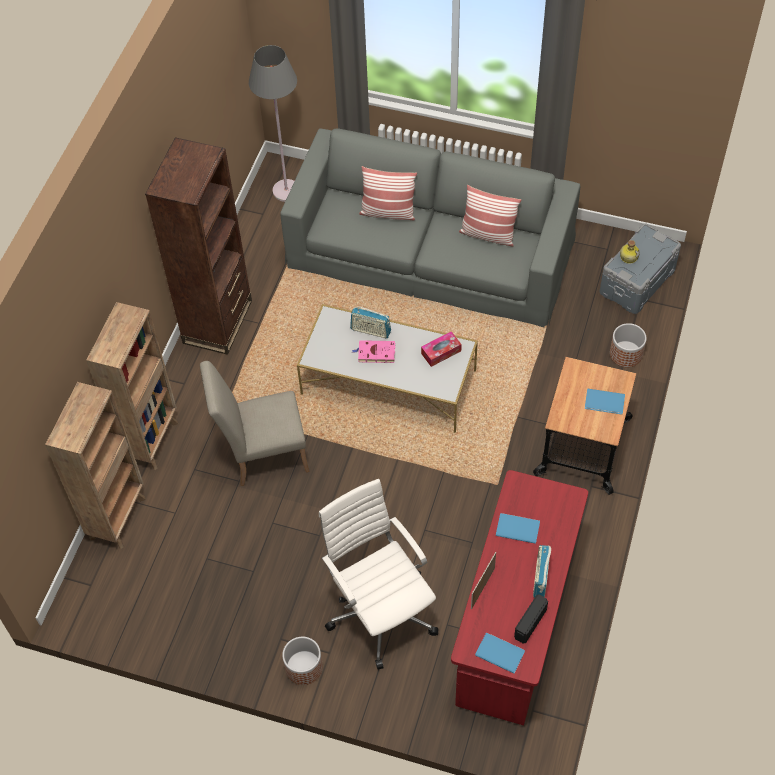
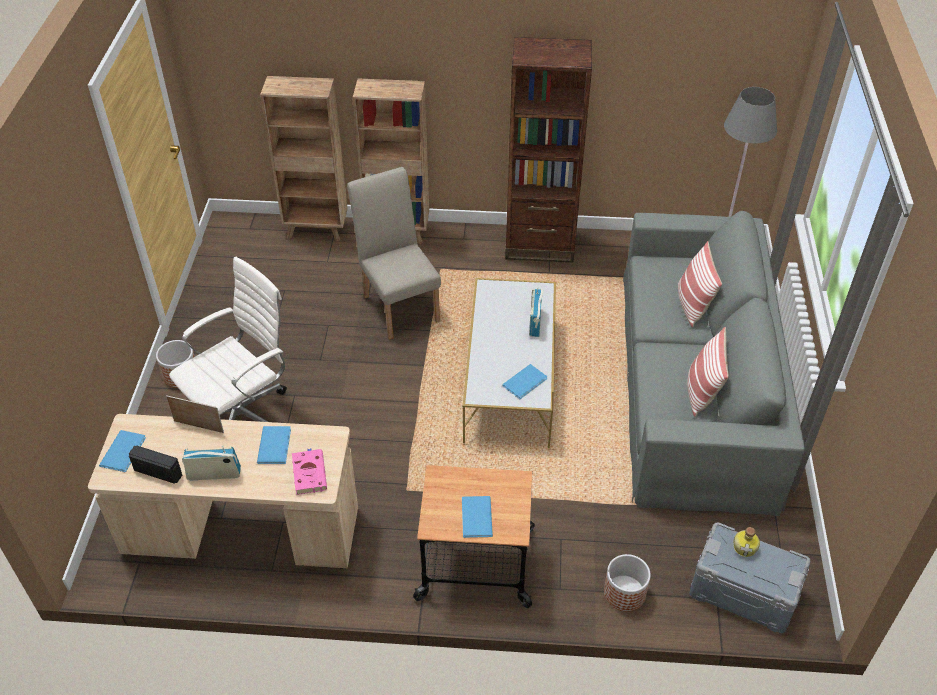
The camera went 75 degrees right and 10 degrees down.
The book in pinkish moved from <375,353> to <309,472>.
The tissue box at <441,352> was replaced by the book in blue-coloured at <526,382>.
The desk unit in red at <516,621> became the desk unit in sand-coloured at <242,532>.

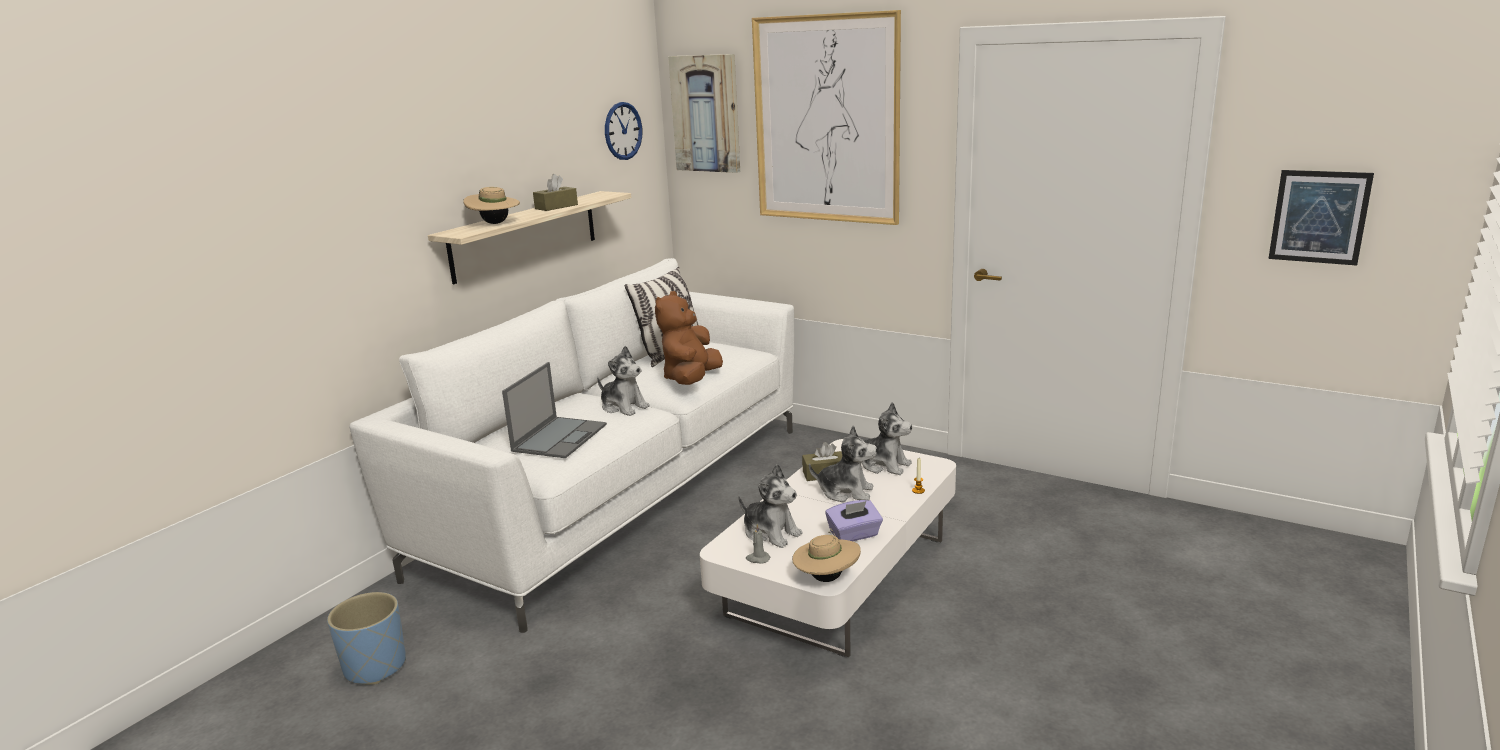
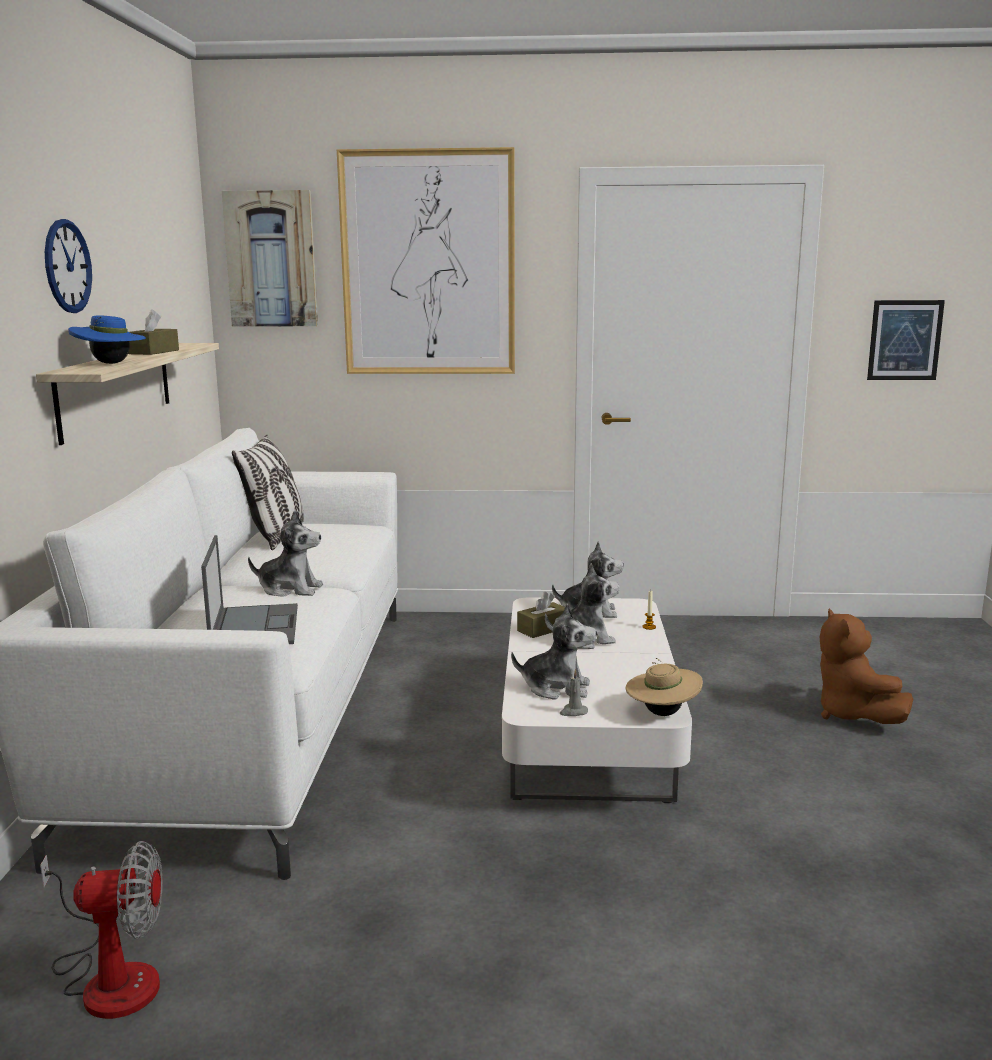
The camera went 30 degrees left and 5 degrees down.
The tissue box in purple-coloured at <854,535> disappeared.
The clock on the wall moved from <623,131> to <67,266>.
The soft toy in brownish moved from <691,379> to <852,715>.
The flower pot in blue-coloured at <375,666> was replaced by the cooling fan at <110,977>.
The hat in sand-coloured at <495,223> became the hat in blue-coloured at <111,363>.

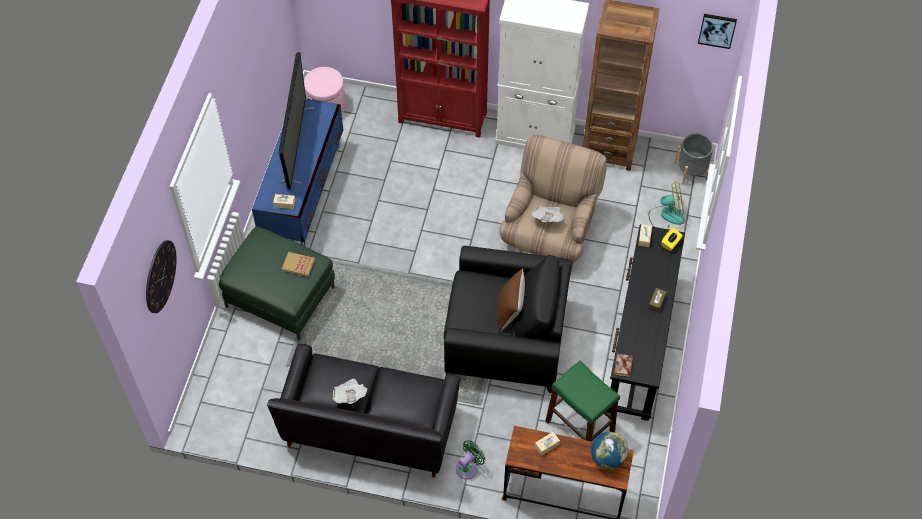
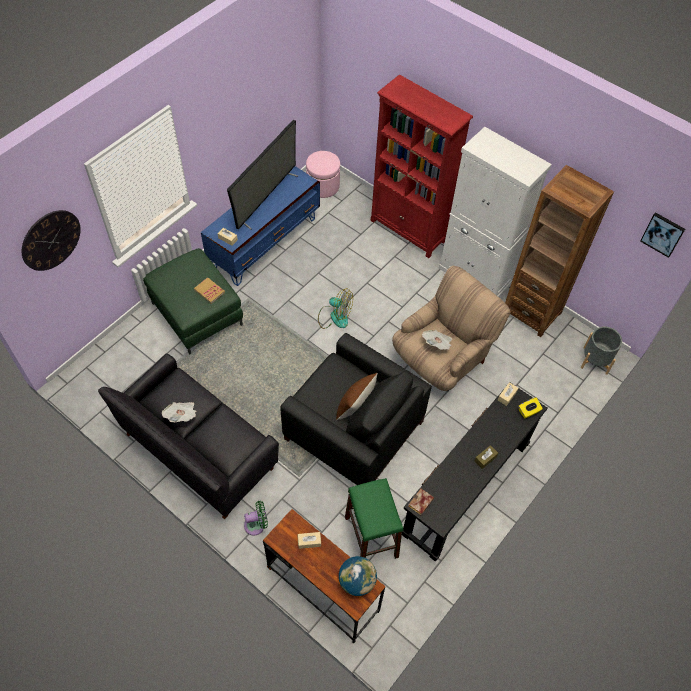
The camera went 25 degrees right and 0 degrees up.
The cooling fan moved from <666,216> to <334,316>.

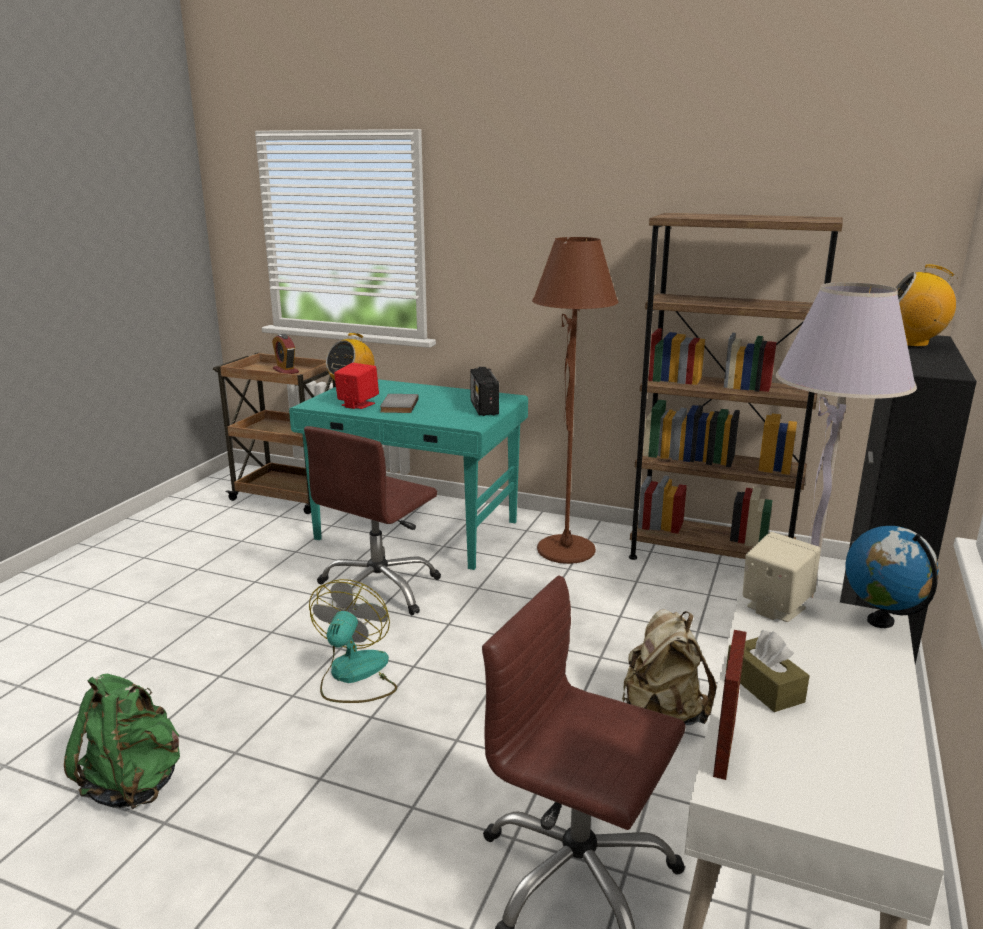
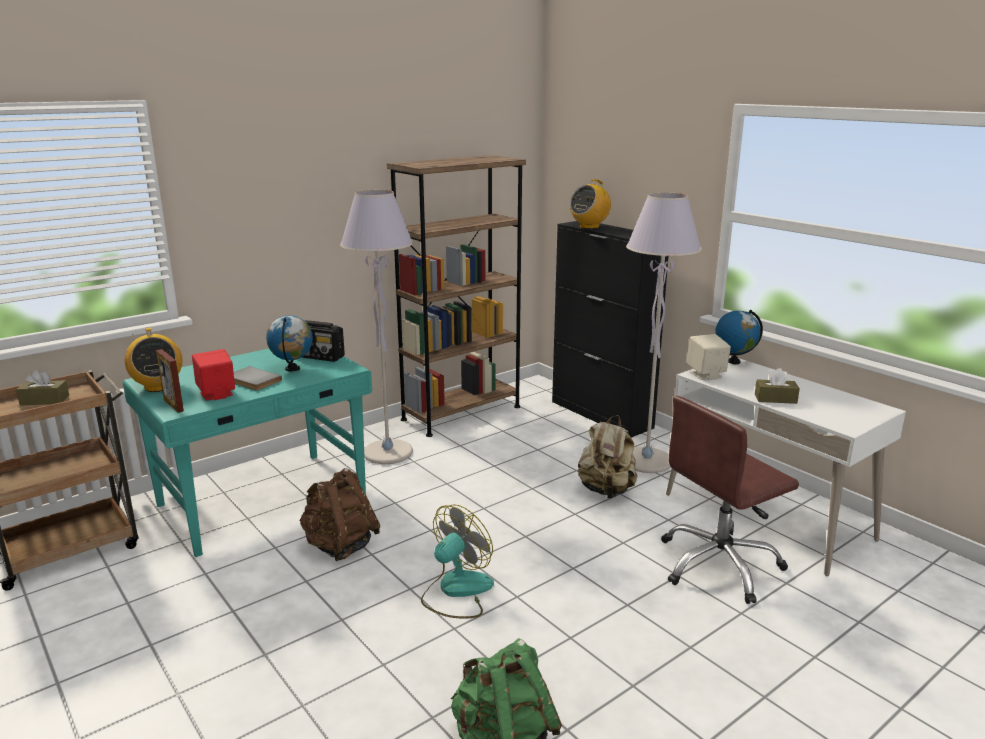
The camera went 60 degrees left and 0 degrees up.
The globe at <293,369> appeared.
The photo frame moved from <724,749> to <173,405>.
The table clock at <285,371> was replaced by the tissue box in brownish at <44,400>.
The computer chair in brownish at <379,590> was replaced by the knapsack in brownish at <340,546>.
The floor lamp in brownish at <566,551> became the floor lamp in grey at <388,453>.
The cooling fan at <354,676> turned 90 degrees clockwise.

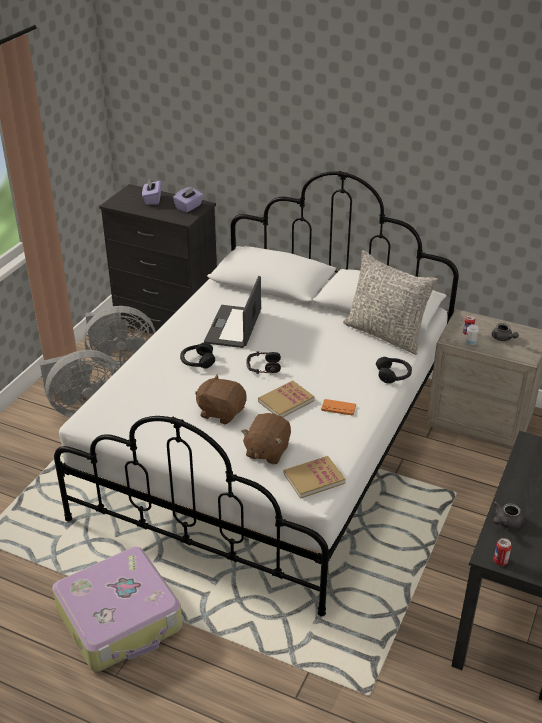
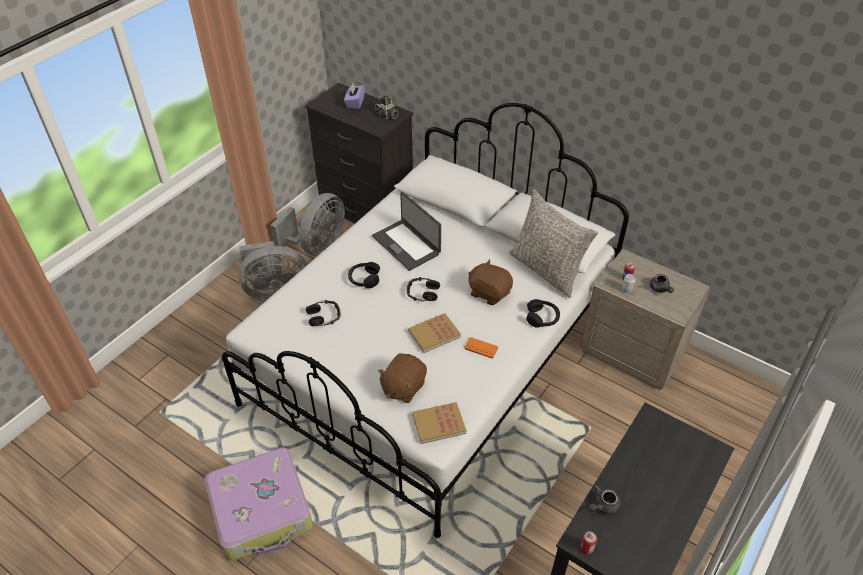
The camera went 10 degrees right and 10 degrees up.
The headset at <324,316> appeared.
The soft toy in brownish moved from <221,412> to <489,292>.
The tissue box in purple-coloured at <189,207> was replaced by the still camera at <387,115>.
The cooling fan in grey at <120,362> turned 60 degrees counterclockwise.
The notebook computer at <234,327> turned 60 degrees counterclockwise.

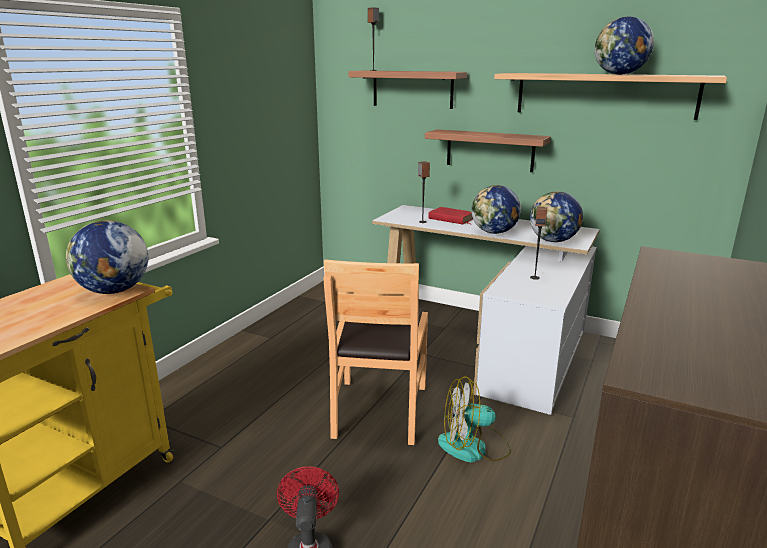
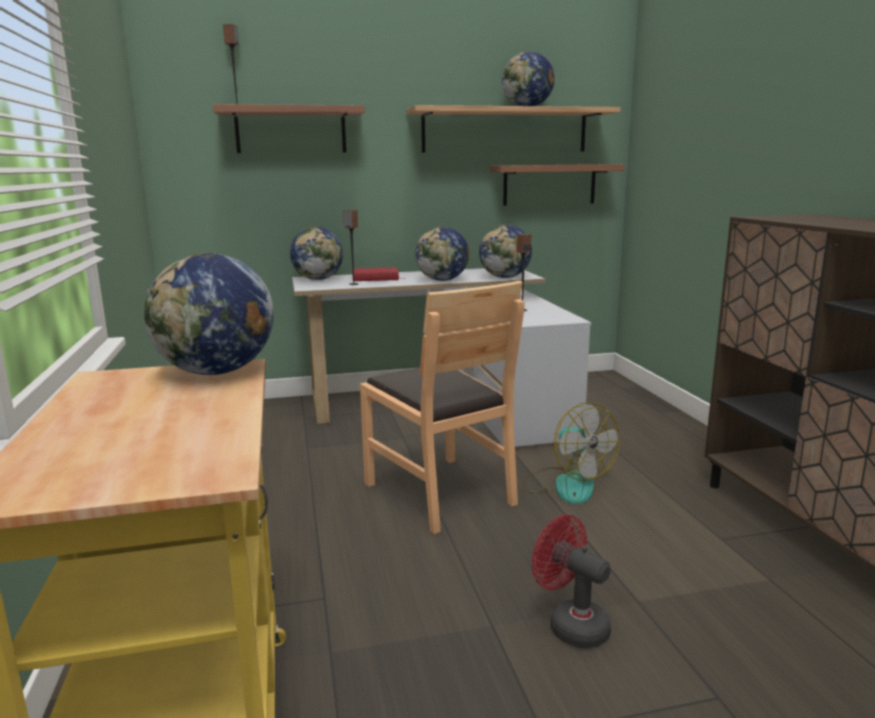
The camera went 40 degrees left and 5 degrees down.
The globe at <318,279> appeared.
The bracket shelf moved from <490,150> to <549,184>.
The cooling fan at <473,447> turned 75 degrees counterclockwise.

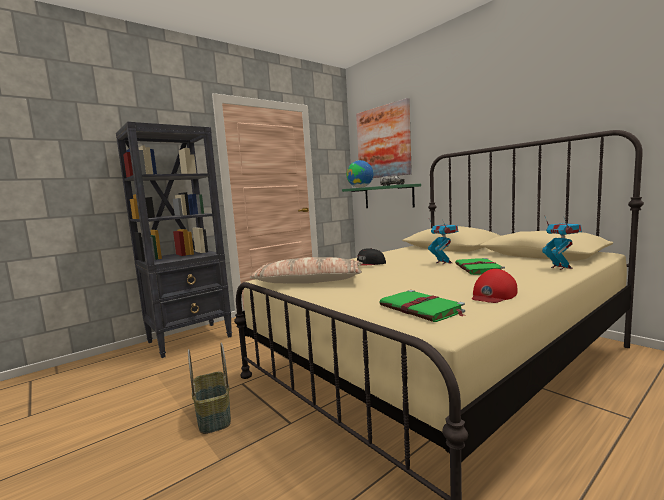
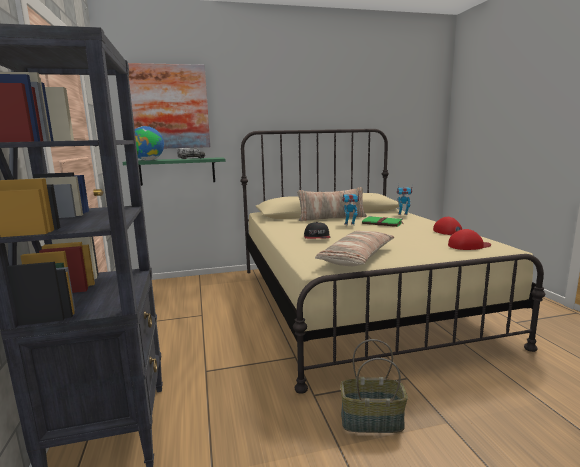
The camera went 65 degrees left and 5 degrees up.
The throw pillow at <331,218> appeared.
The book in greenish at <422,309> was replaced by the baseball cap in red at <468,246>.

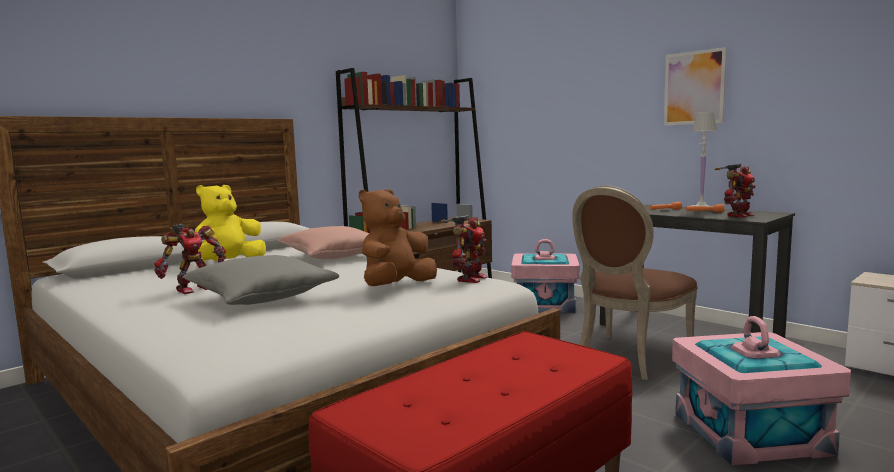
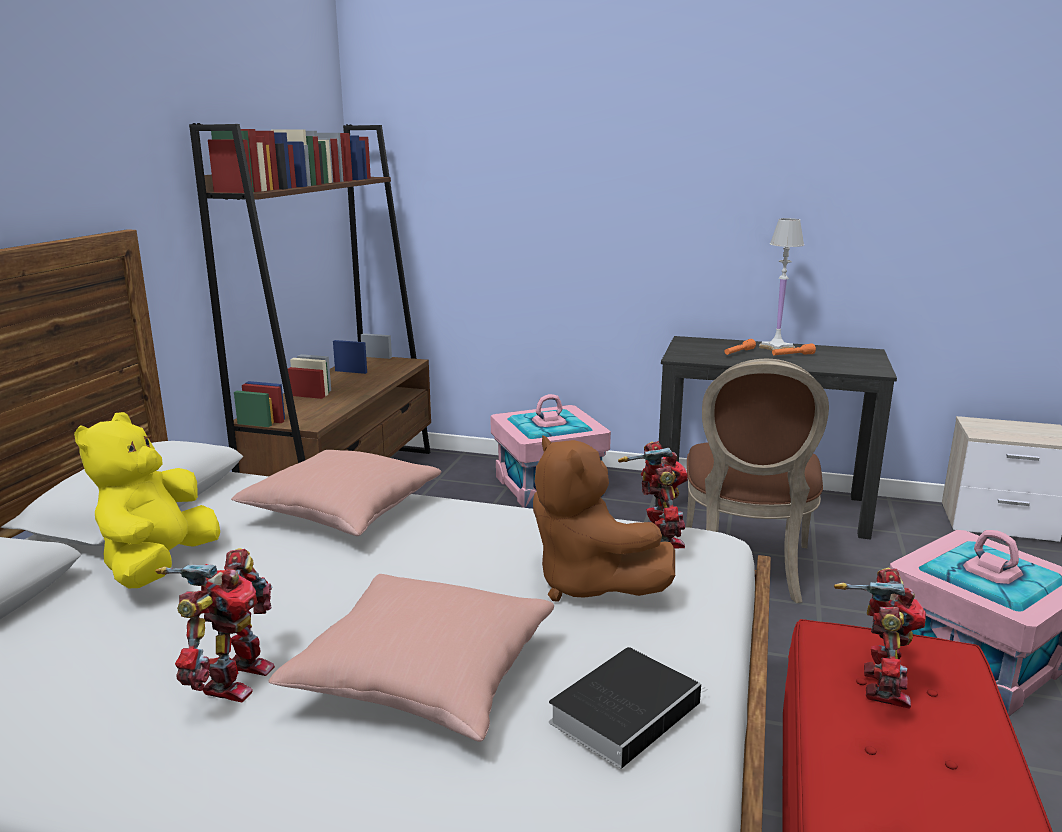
The camera went 30 degrees left and 10 degrees up.
The picture at <694,88> disappeared.
The book at <626,710> appeared.
The model robot moved from <738,215> to <879,686>.
The throw pillow in grey at <261,298> became the throw pillow in pinkish at <424,676>.
The soft toy in brownish at <396,287> turned 45 degrees counterclockwise.

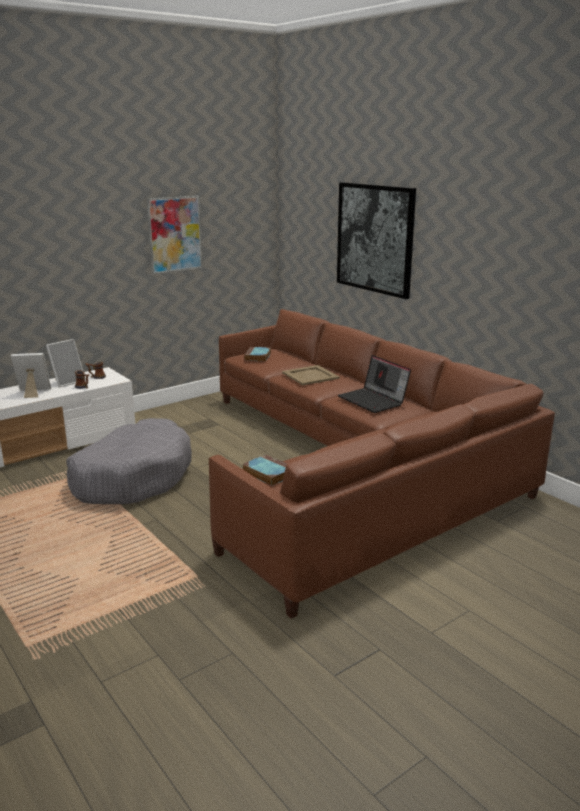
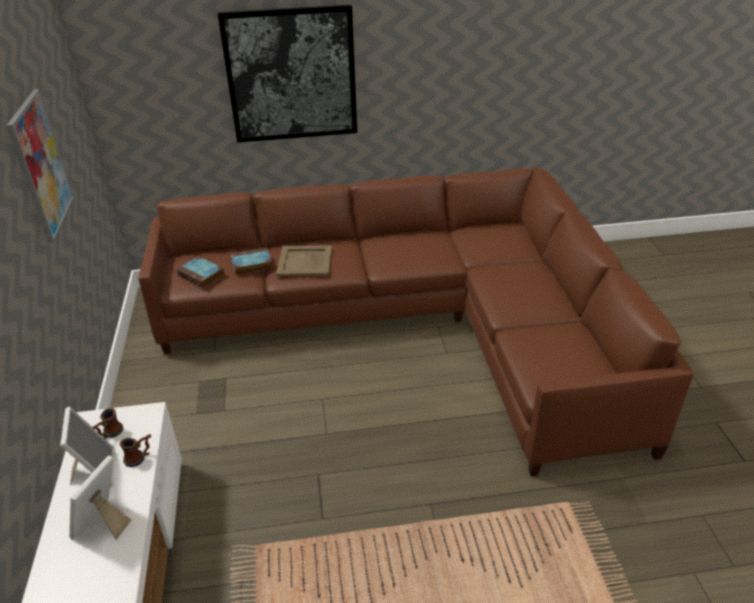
The camera went 60 degrees left and 15 degrees up.
The pet bed in grey at <132,477> disappeared.
The notebook computer at <374,400> disappeared.
The book moved from <267,473> to <251,264>.

